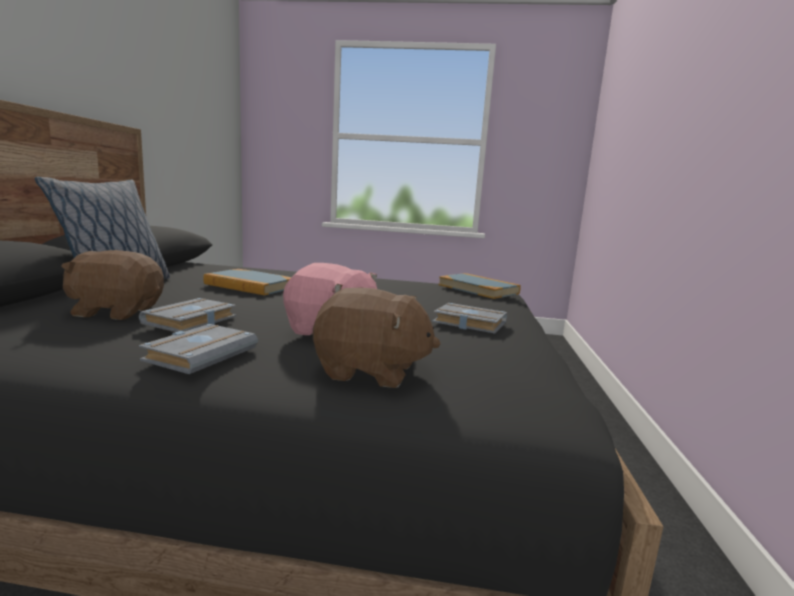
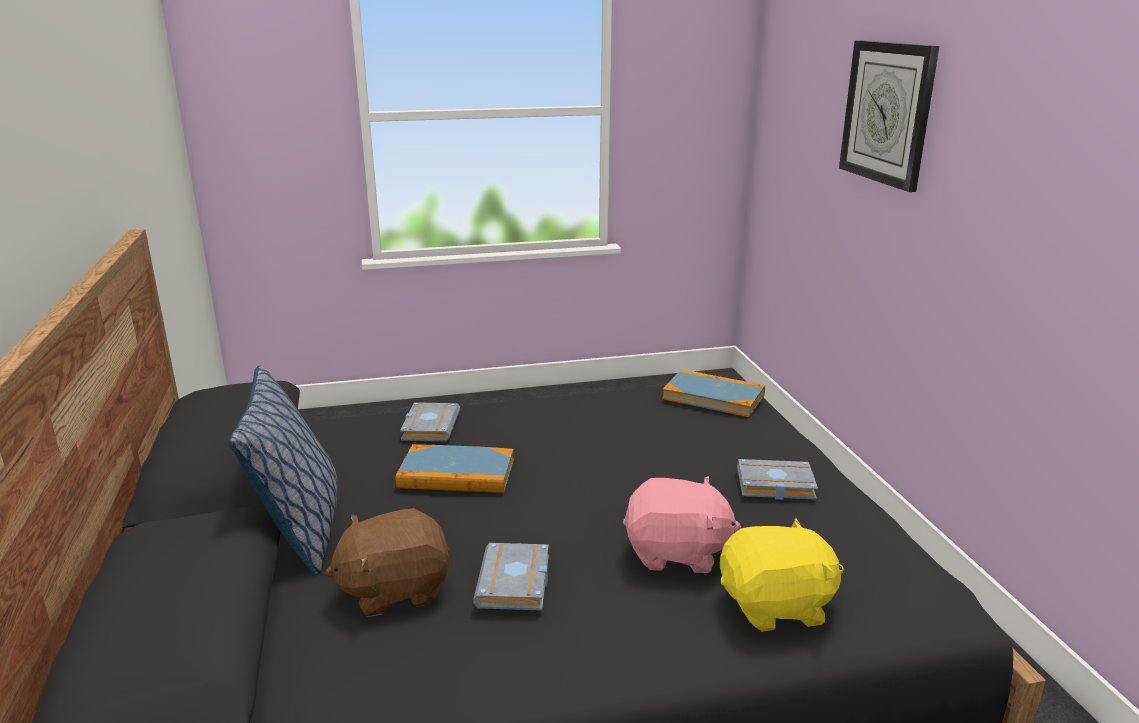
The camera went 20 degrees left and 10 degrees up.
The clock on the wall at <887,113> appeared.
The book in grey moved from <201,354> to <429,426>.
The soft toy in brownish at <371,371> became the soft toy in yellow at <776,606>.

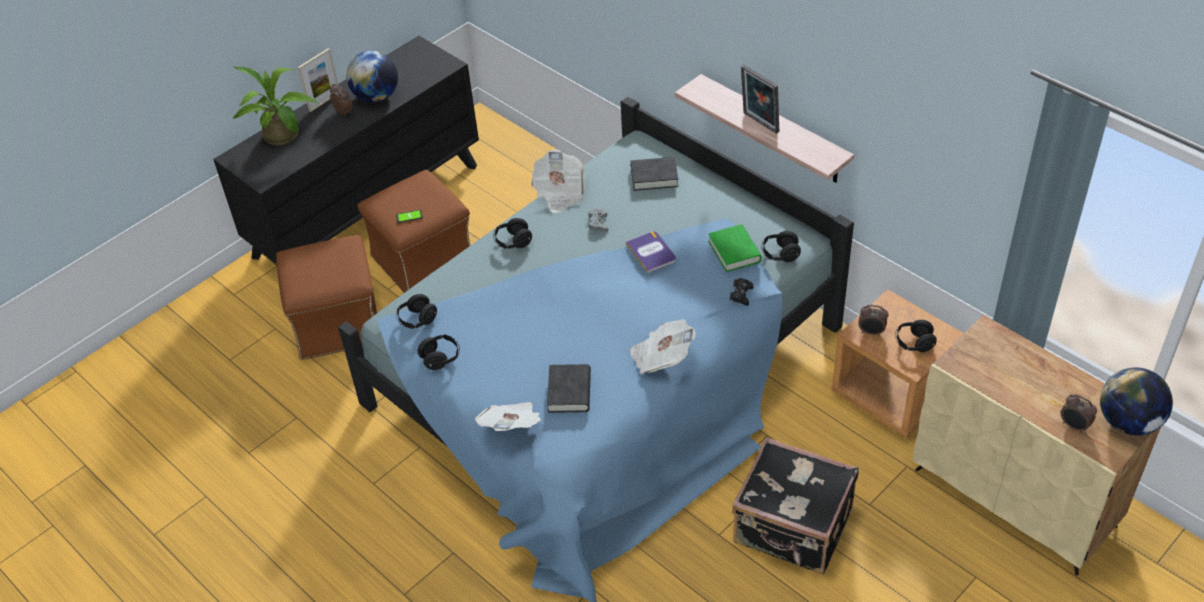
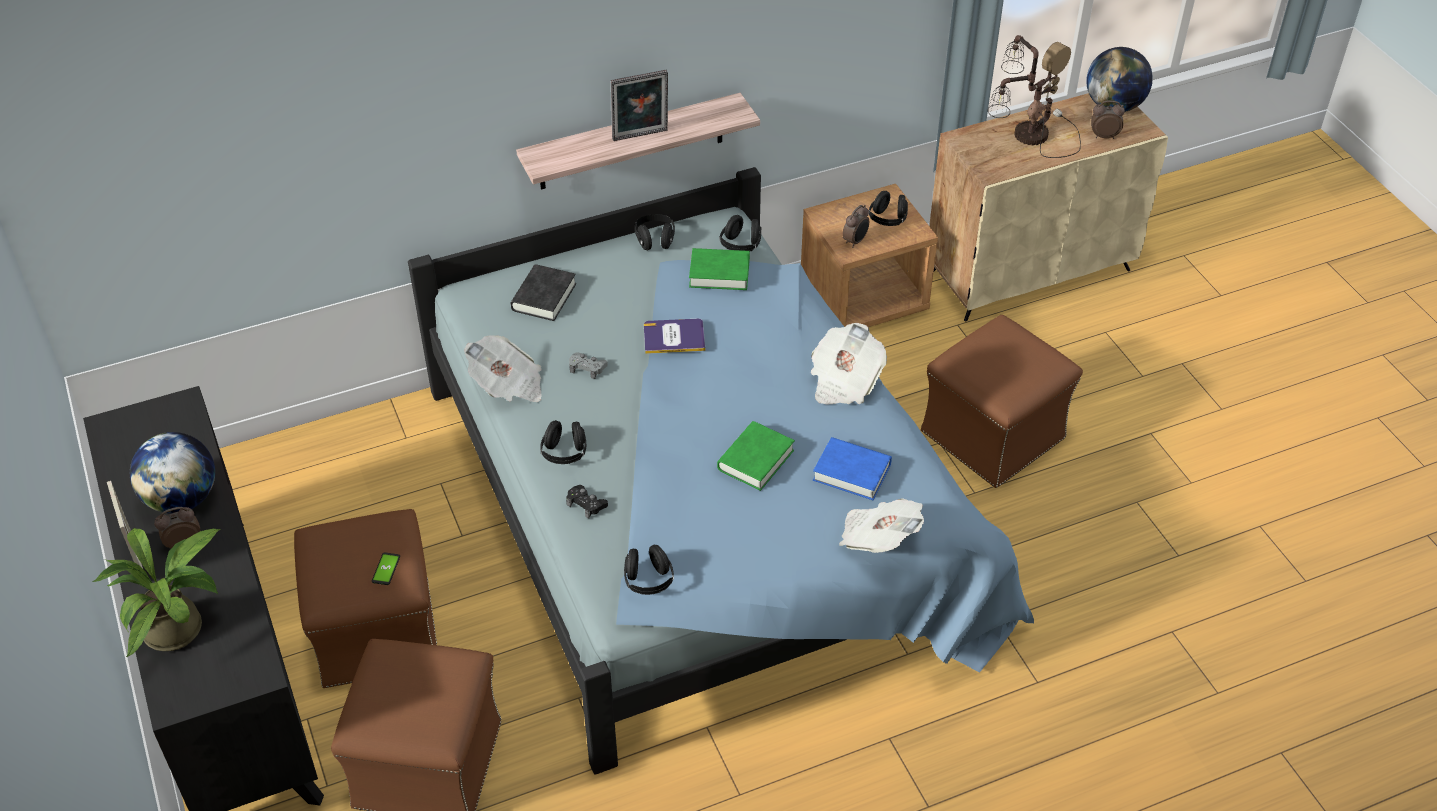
The camera went 70 degrees left and 0 degrees up.
The book in greenish at <755,460> appeared.
The table lamp at <1028,135> appeared.
The headset in black-coloured moved from <441,358> to <655,240>.
The gamepad in black-coloured moved from <741,294> to <586,504>.
The travel case in black-coloured at <792,529> was replaced by the footrest in brownish at <994,434>.
The book in black-coloured at <569,392> became the book in blue-coloured at <851,472>.
The table clock at <1074,426> turned 150 degrees counterclockwise.

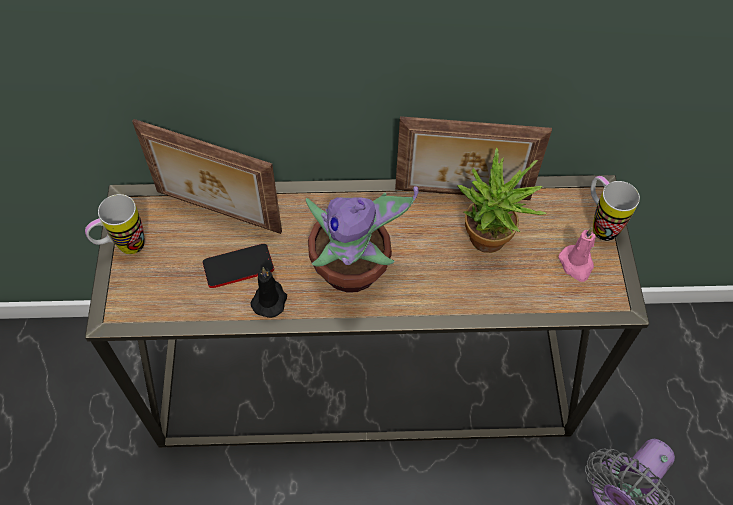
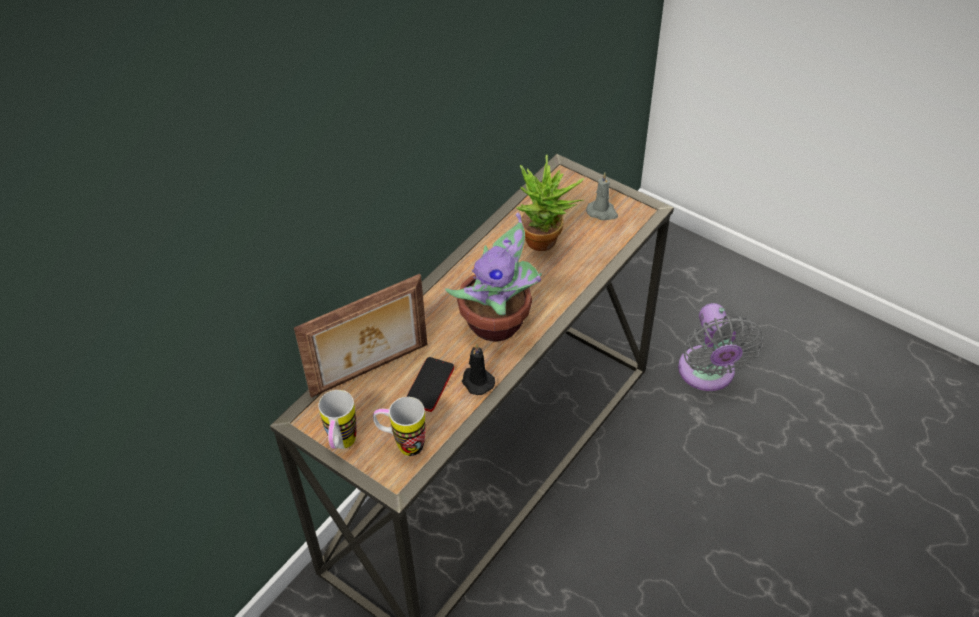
The camera went 50 degrees left and 10 degrees down.
The photo frame at <462,195> disappeared.
The tea mug moved from <599,224> to <402,444>.
The candle in pinkish at <576,264> became the candle in grey at <602,212>.

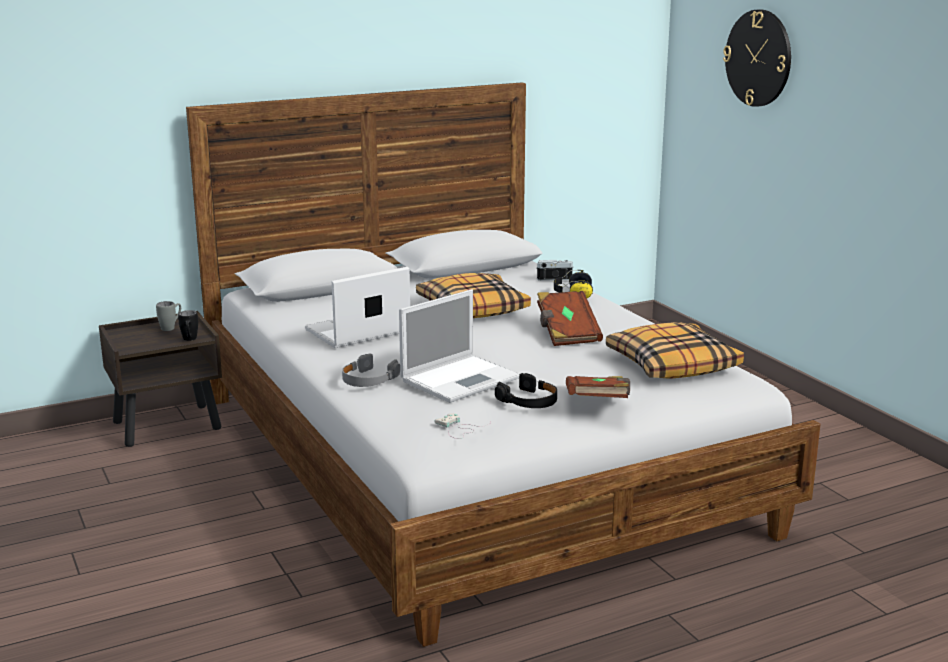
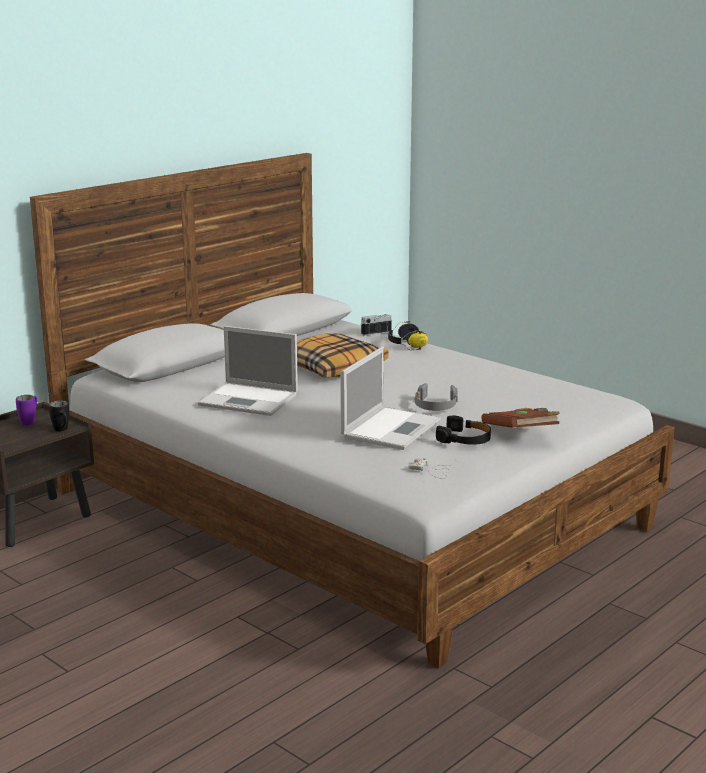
The camera went 20 degrees left and 0 degrees up.
The book in brownish at <566,333> disappeared.
The throw pillow at <672,364> disappeared.
The clock on the wall at <758,58> disappeared.
The headset in grey moved from <368,380> to <435,405>.
The tea mug in grey at <171,327> became the tea mug in purple-coloured at <30,421>.
The notebook computer at <356,331> turned 105 degrees counterclockwise.

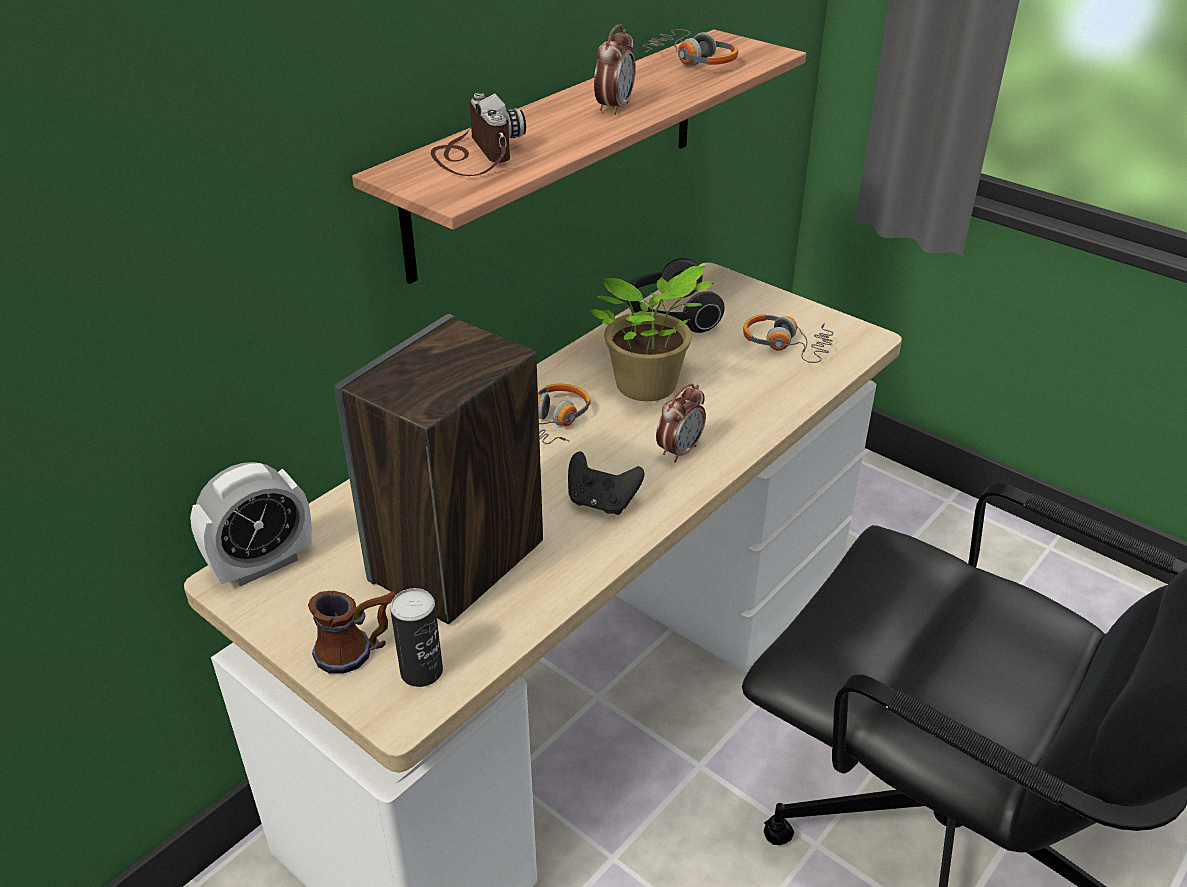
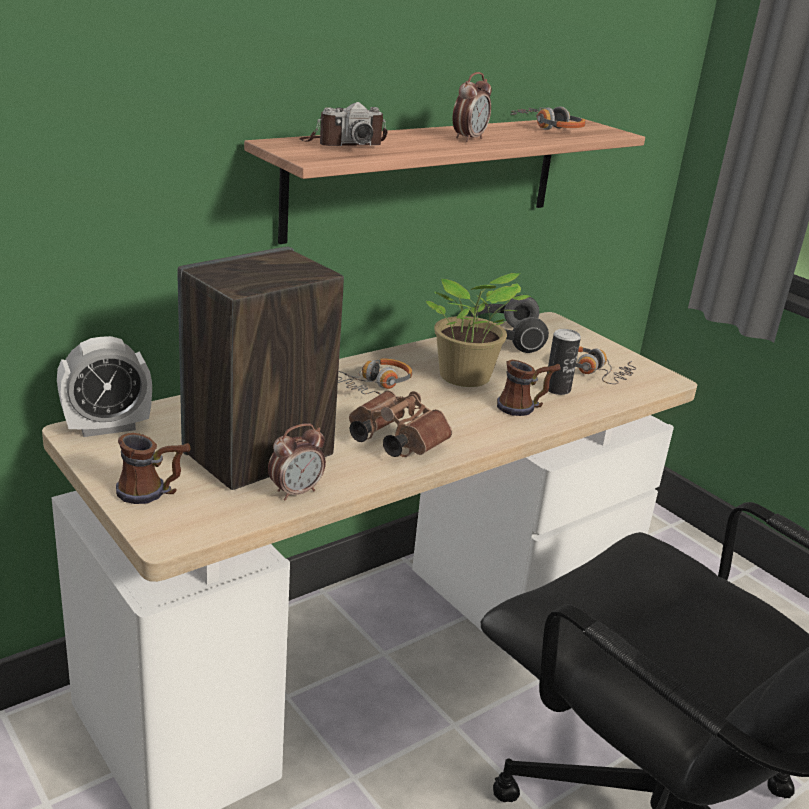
The camera went 10 degrees right and 10 degrees down.
The tea mug at <525,407> appeared.
The sealed can moved from <421,671> to <557,389>.
The table clock moved from <679,451> to <296,492>.
The gamepad in black-coloured at <601,502> was replaced by the binoculars in brownish at <393,441>.
The still camera at <474,155> turned 75 degrees clockwise.

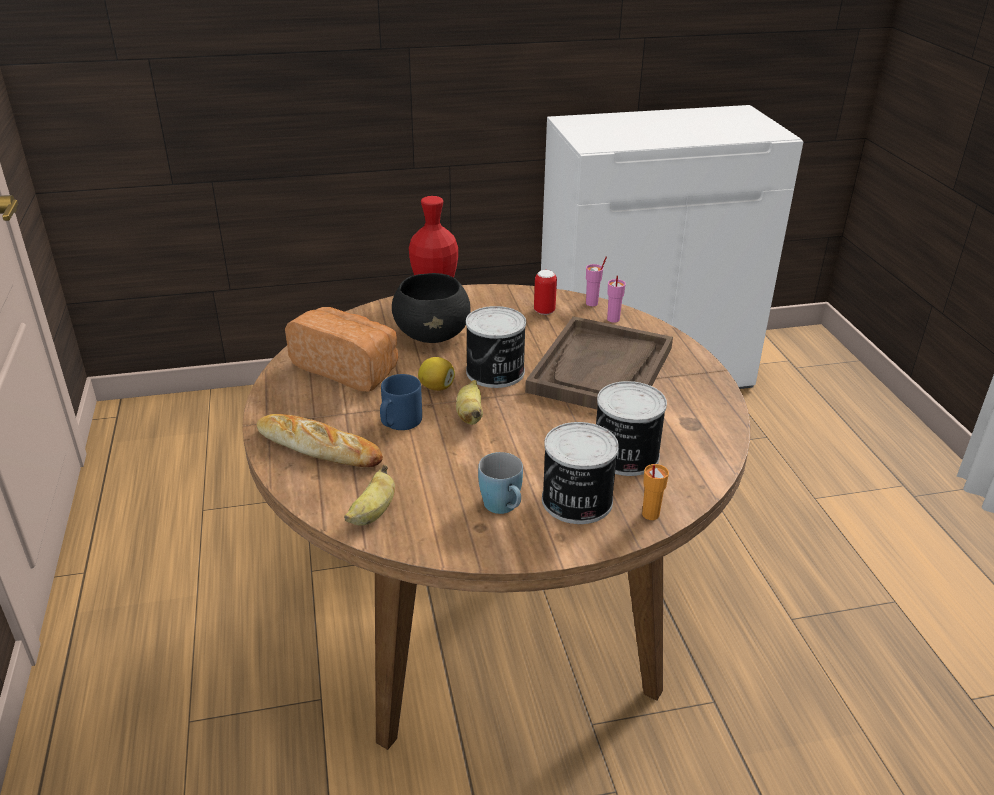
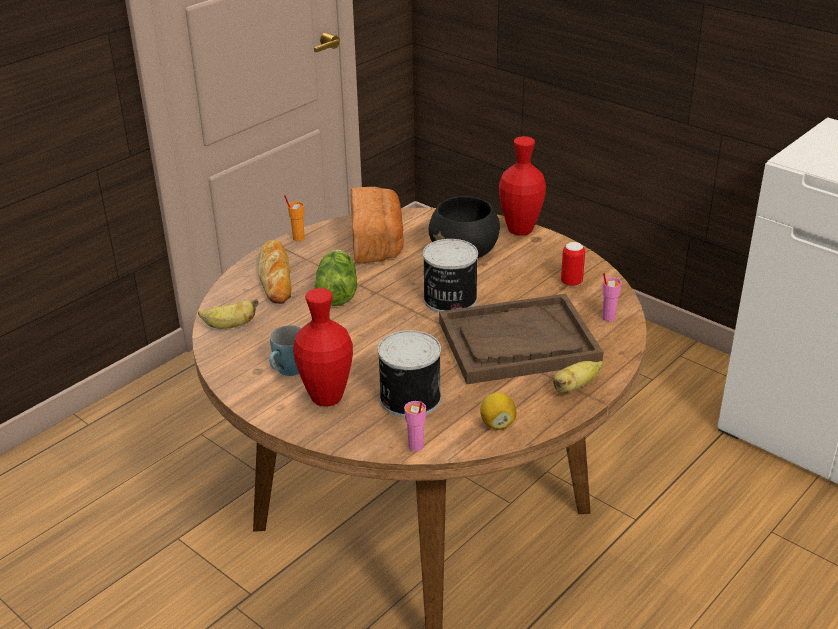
The camera went 55 degrees right and 0 degrees up.
The whole lemon moved from <436,387> to <497,423>.
The banana moved from <470,415> to <575,387>.
The cup in pinkish moved from <592,303> to <415,446>.
The cup in orangey moved from <650,514> to <298,238>.
The tea mug in blue-coloured at <399,422> was replaced by the lettuce at <337,290>.
The sealed can at <576,501> was replaced by the decorative vase in red at <327,398>.

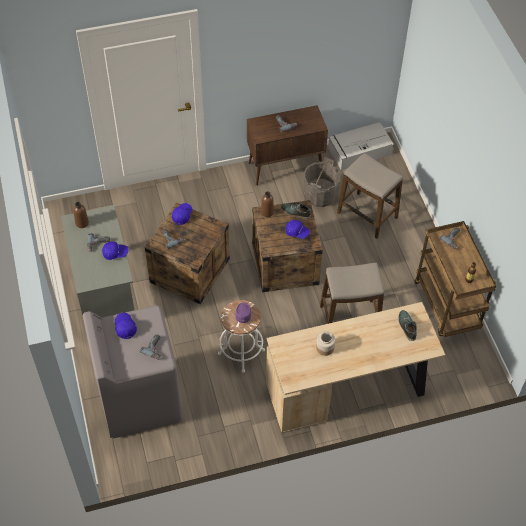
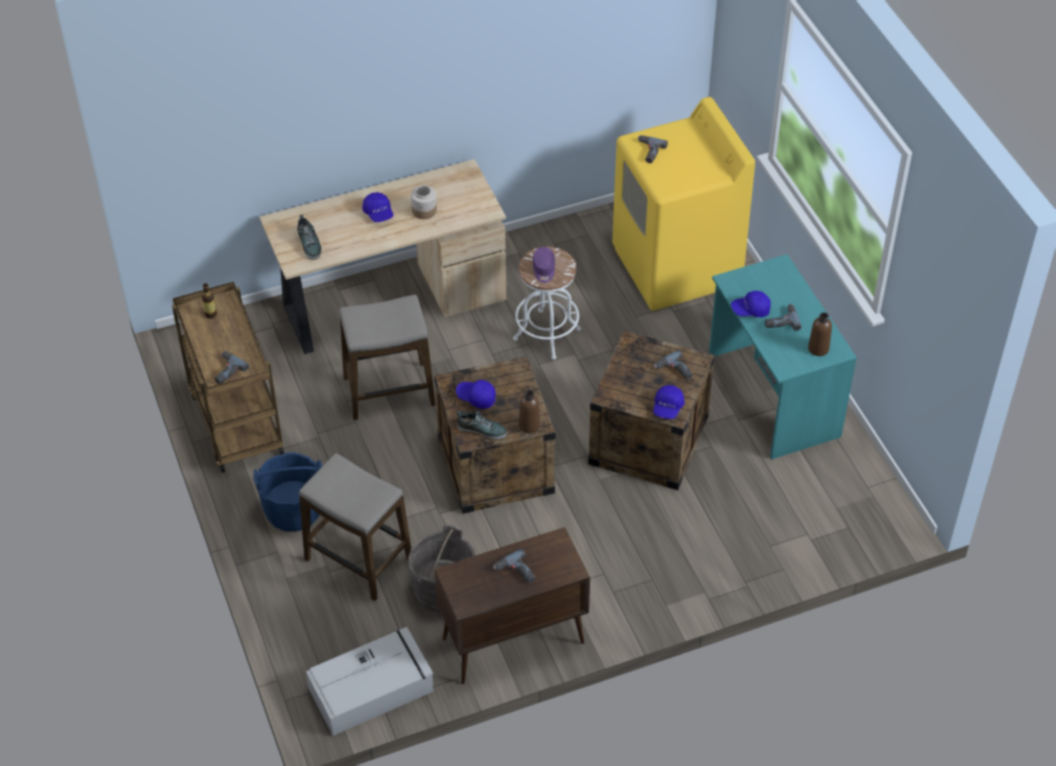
The camera went 175 degrees right and 5 degrees down.
The bucket in blue-coloured at <293,510> appeared.
The baseball cap in blue-coloured moved from <125,327> to <378,213>.
The desk unit in grey at <105,292> became the desk unit in turquoise-coloured at <772,396>.
The laundry machine in grey at <139,399> became the laundry machine in yellow at <676,266>.

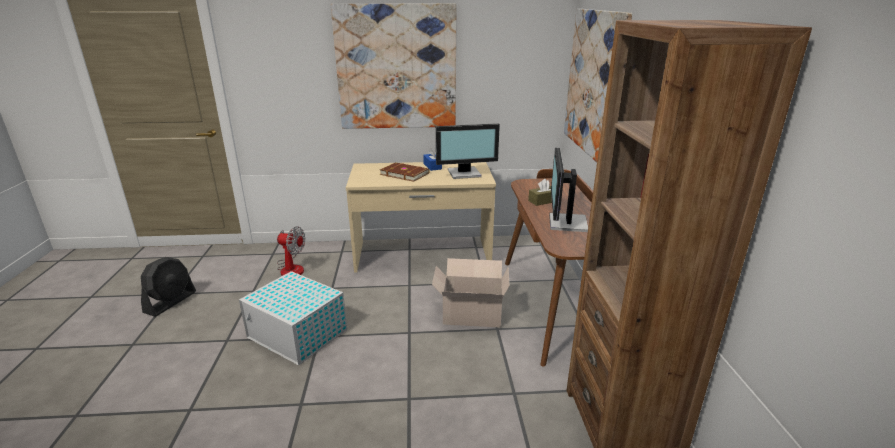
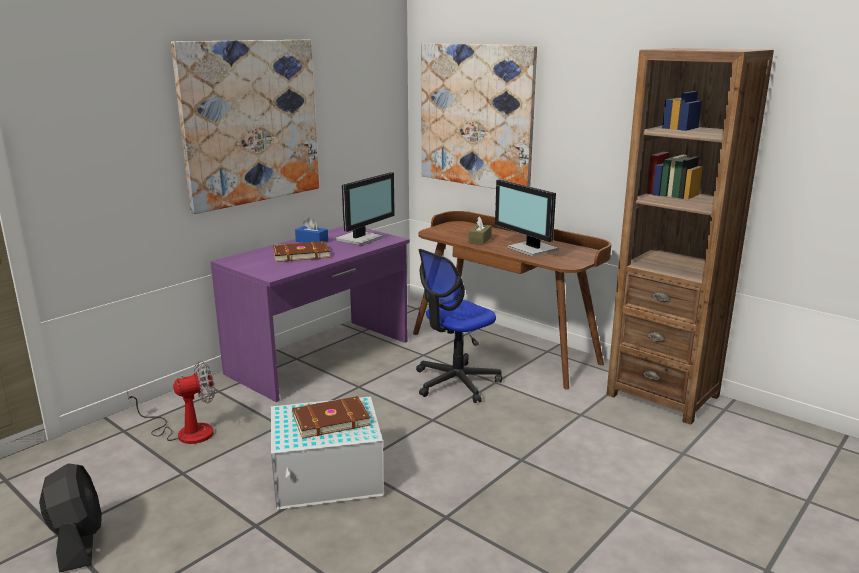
The camera went 45 degrees left and 5 degrees down.
The book in brownish at <330,419> appeared.
The packing box at <470,314> was replaced by the computer chair at <456,382>.
The desk unit in sand-coloured at <422,255> became the desk unit in purple-coloured at <321,357>.

